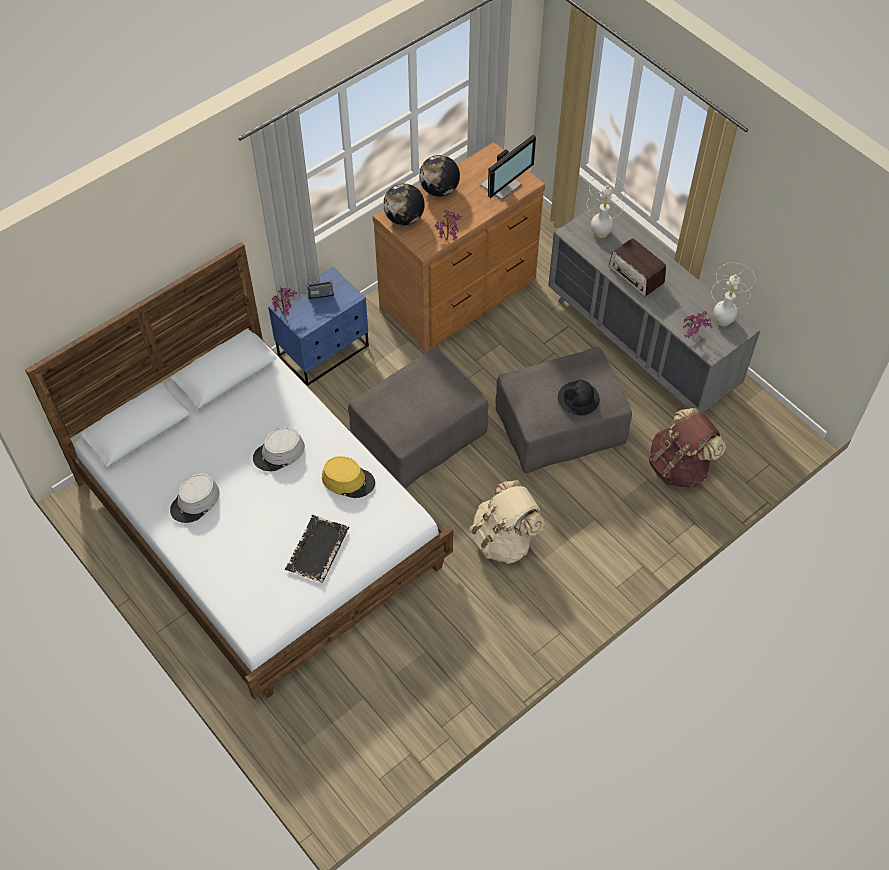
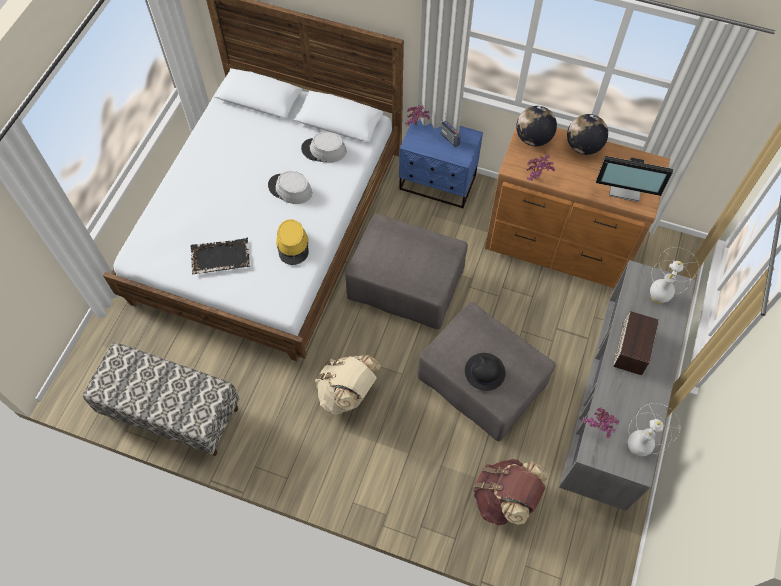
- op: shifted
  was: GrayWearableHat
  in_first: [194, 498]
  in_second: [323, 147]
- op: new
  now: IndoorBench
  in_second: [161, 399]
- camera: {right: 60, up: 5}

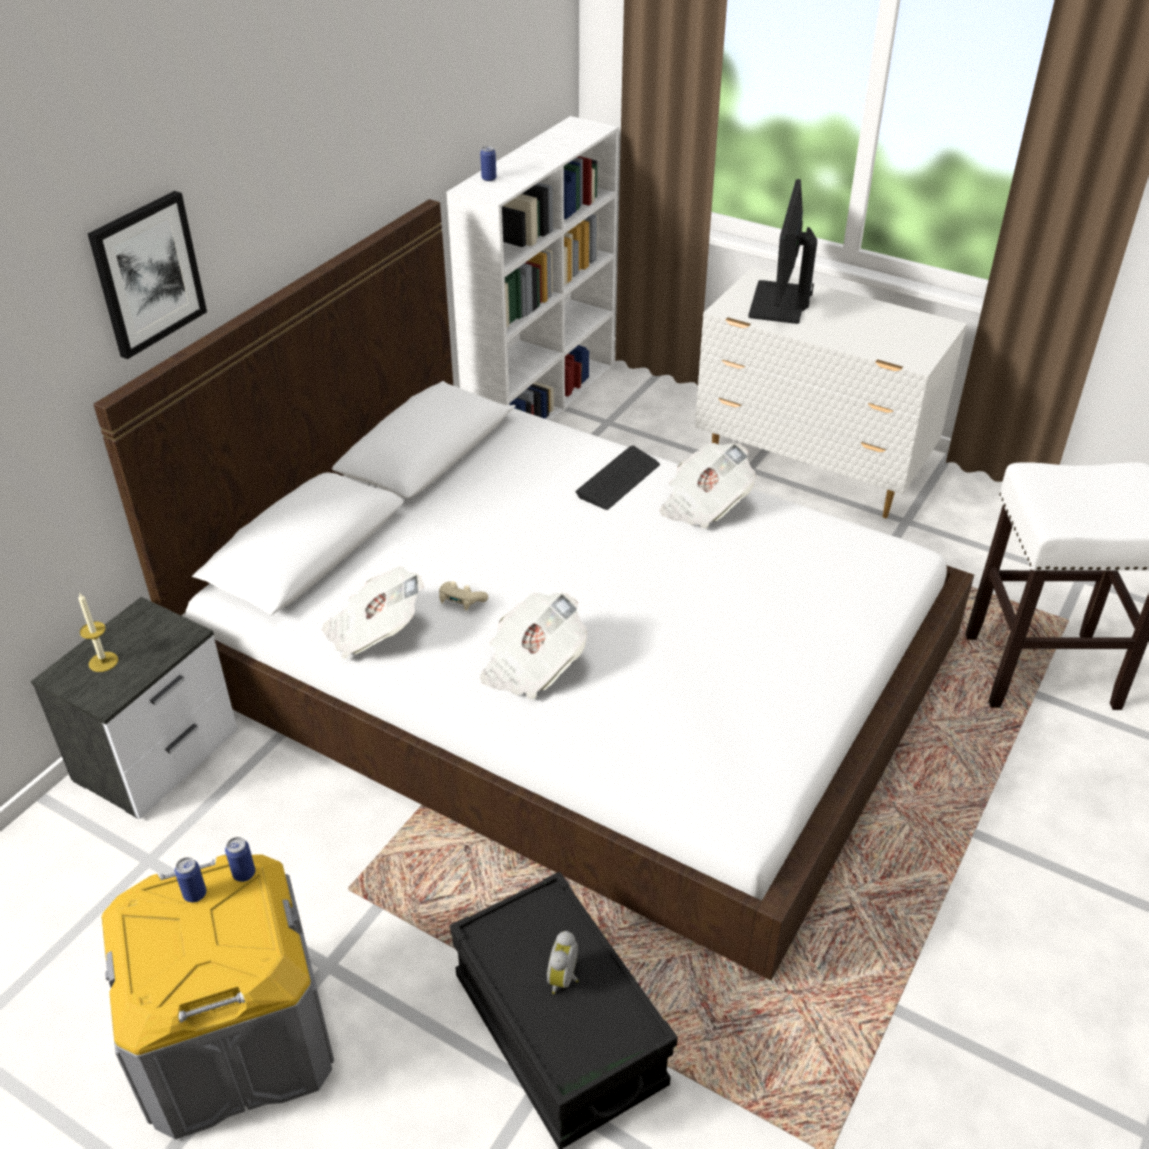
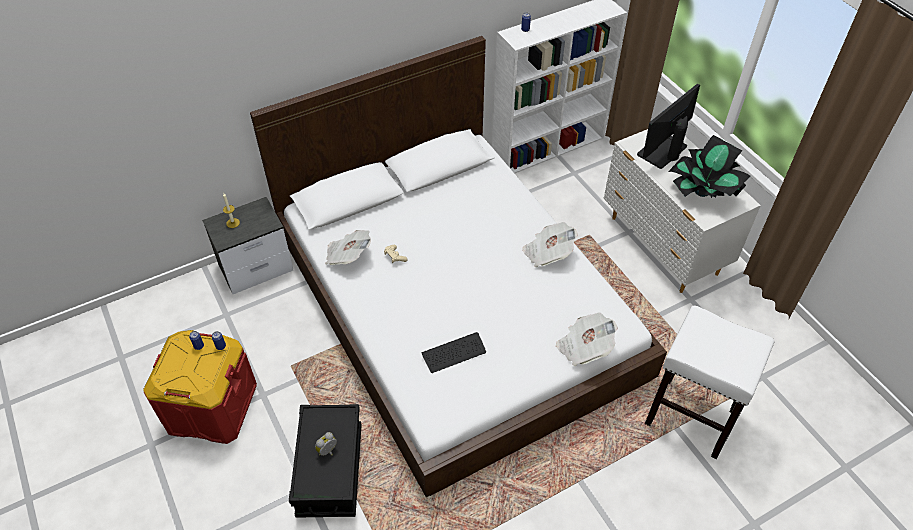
- op: gone
  was: WallArt
  in_first: [147, 275]
- op: repainted
  was: GrayStorageBin
  now: RedColouredStorageBin
  in_first: [218, 997]
  in_second: [200, 387]
- op: shifted
  was: DailyPaper
  in_first: [533, 645]
  in_second: [587, 339]
- op: shifted
  was: PcKeyboard
  in_first: [617, 478]
  in_second: [454, 352]
- op: new
  now: PottedPlant
  in_second: [709, 166]
- camera: {right: 30, up: 10}

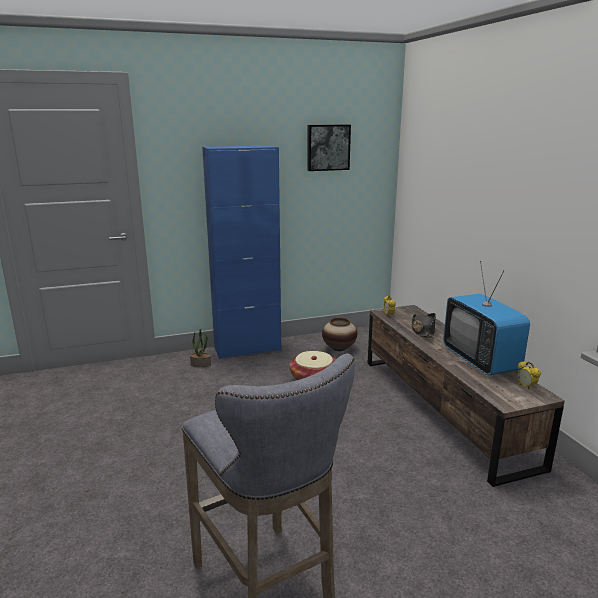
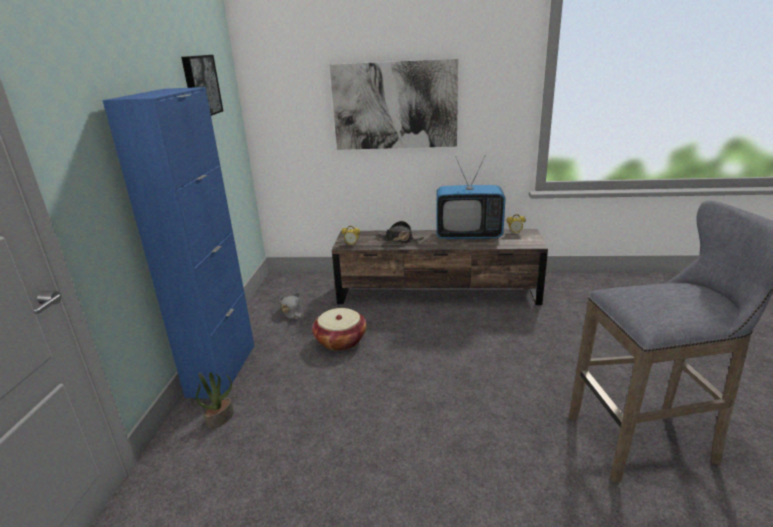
- op: swapped
  was: FlowerVase
  now: GrayWearableHat
  in_first: [339, 334]
  in_second: [290, 306]
- op: new
  now: WallArt
  in_second: [394, 104]
- camera: {right: -65, up: 5}

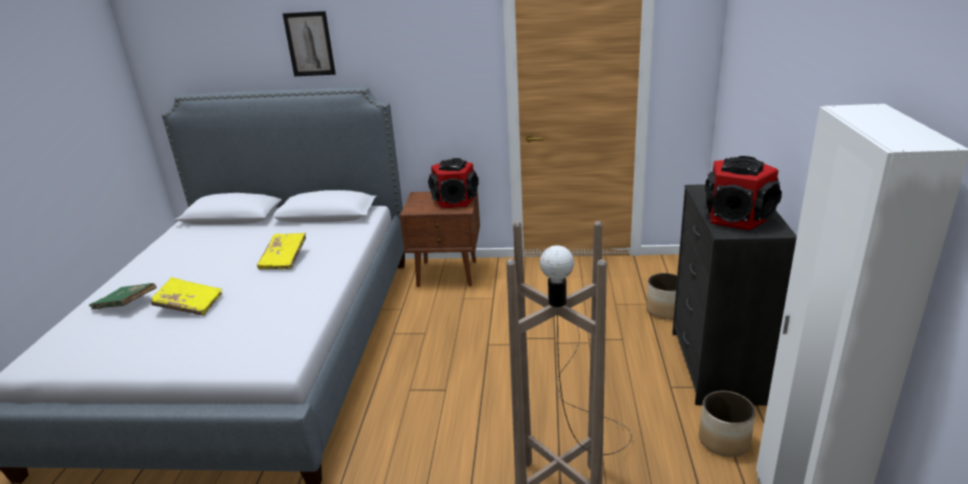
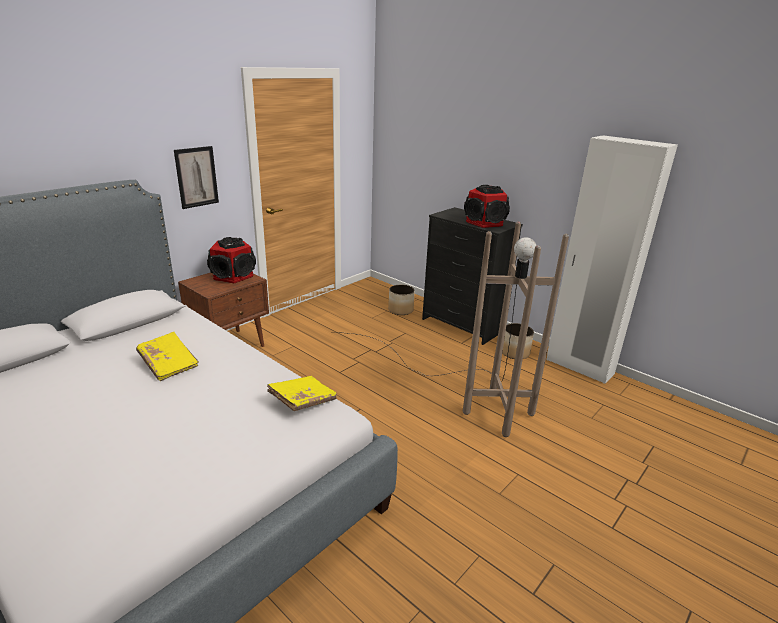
- op: gone
  was: GreenBoundBook
  in_first: [123, 296]
- op: shifted
  was: YellowishBoundBook
  in_first: [186, 296]
  in_second: [302, 393]
- op: shifted
  was: WallArt
  in_first: [309, 43]
  in_second: [196, 177]
- camera: {right: -55, up: 0}

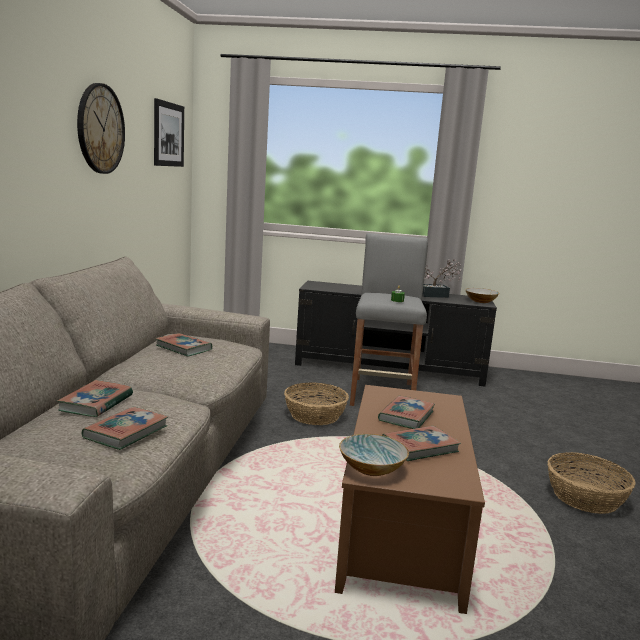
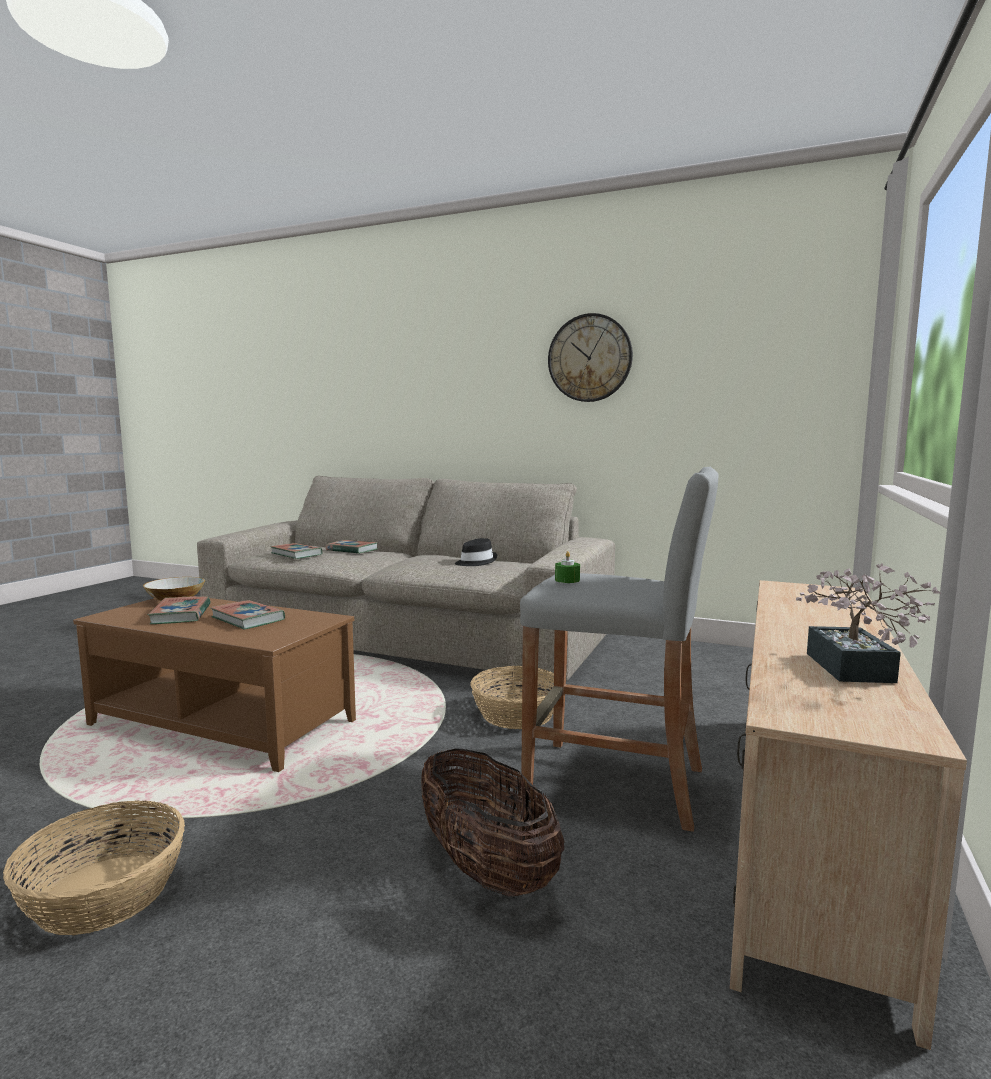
- op: gone
  was: WallArt
  in_first: [169, 132]
- op: swapped
  was: BoundBook
  now: BlackColouredWearableHat
  in_first: [183, 344]
  in_second: [476, 552]
- op: repainted
  was: BlackColouredTvStand
  now: BeigeTvStand
  in_first: [396, 334]
  in_second: [848, 815]
- op: gone
  was: ServingBowl
  in_first: [482, 295]
- op: new
  now: StorageBasket
  in_second: [493, 822]
- camera: {right: 105, up: -5}

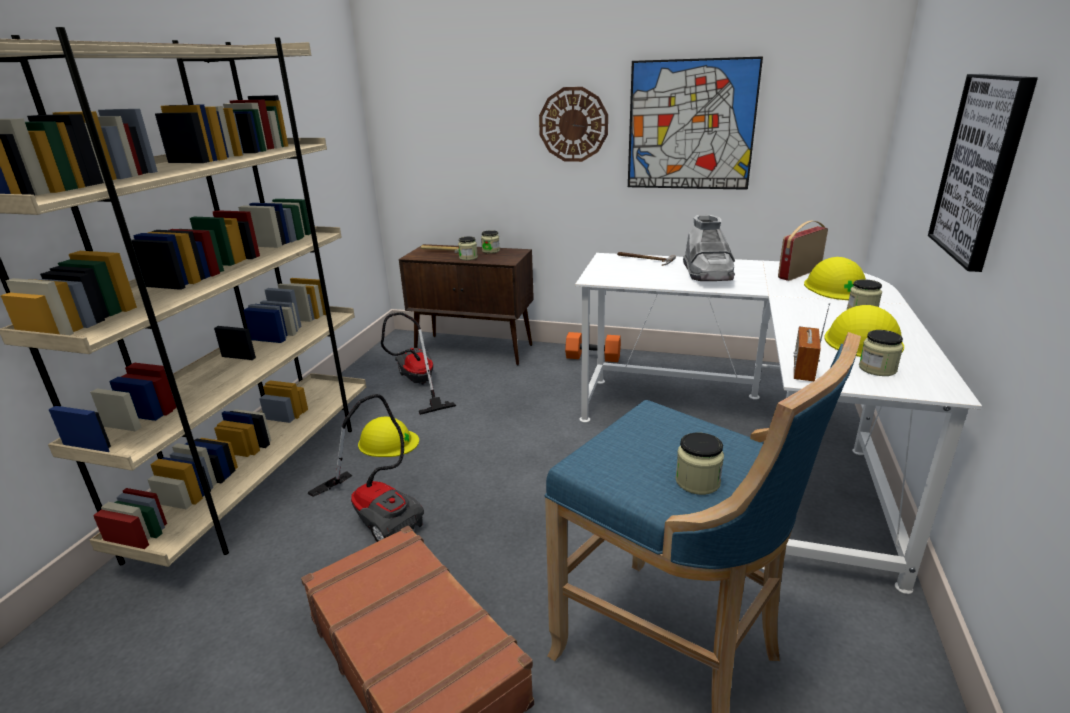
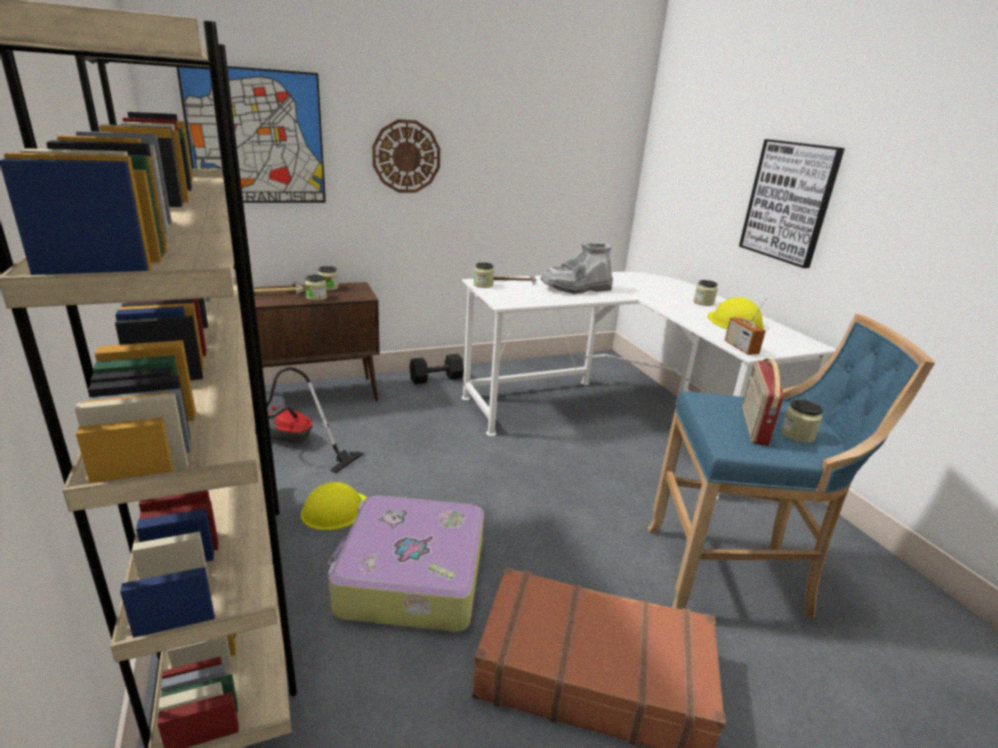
- op: swapped
  was: Vacuum
  now: TravelCase
  in_first: [366, 468]
  in_second: [406, 563]
- op: repainted
  was: OrangeDumbbell
  now: BlackColouredDumbbell
  in_first: [593, 347]
  in_second: [436, 369]
- op: shifted
  was: WallArt
  in_first: [695, 123]
  in_second: [251, 134]
- op: rotated
  was: GrayBoot
  in_first: [709, 248]
  in_second: [576, 268]
  clockwise: 105
- op: shifted
  was: Radio
  in_first: [803, 251]
  in_second: [763, 402]
- op: gone
  was: YellowishHardHat
  in_first: [835, 278]
- op: shifted
  was: PreserveJar
  in_first: [881, 353]
  in_second: [484, 275]
- camera: {right: -40, up: 0}

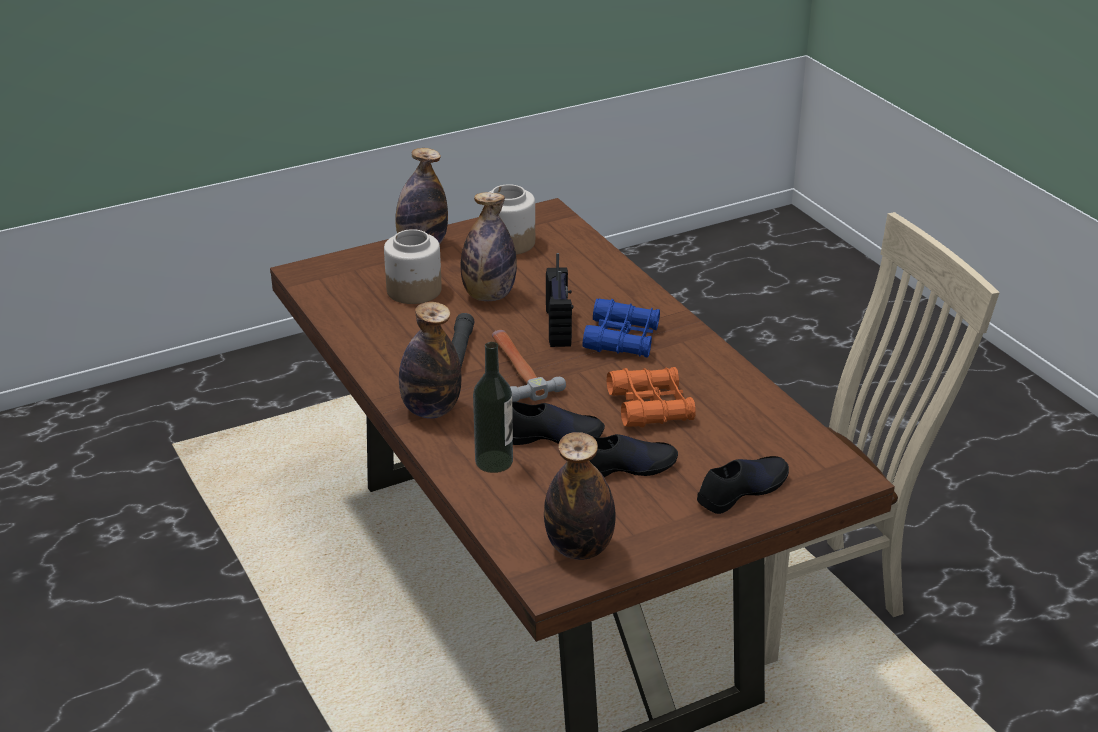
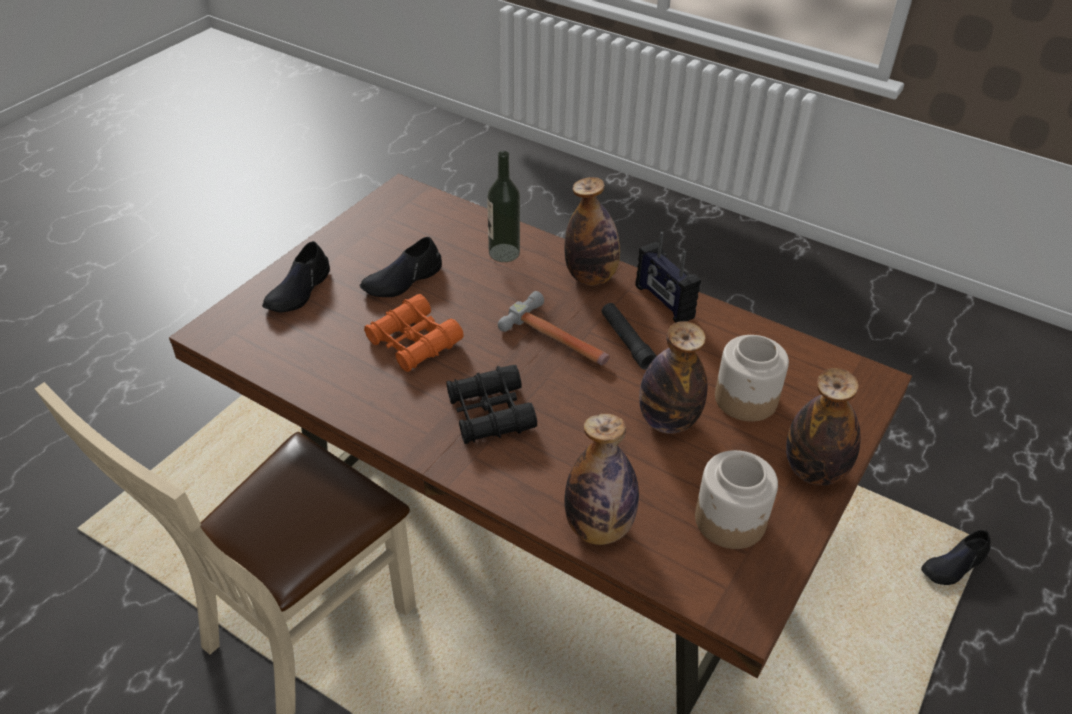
- op: shifted
  was: BlackColouredItemOfFootwear
  in_first: [558, 423]
  in_second: [956, 557]
- op: shifted
  was: BeverageBottle
  in_first: [580, 496]
  in_second: [601, 479]
- op: shifted
  was: Radio
  in_first: [560, 300]
  in_second: [668, 277]
- op: repainted
  was: BlueColouredFieldGlasses
  now: BlackColouredFieldGlasses
  in_first: [621, 328]
  in_second: [491, 404]
- camera: {right: 150, up: 10}

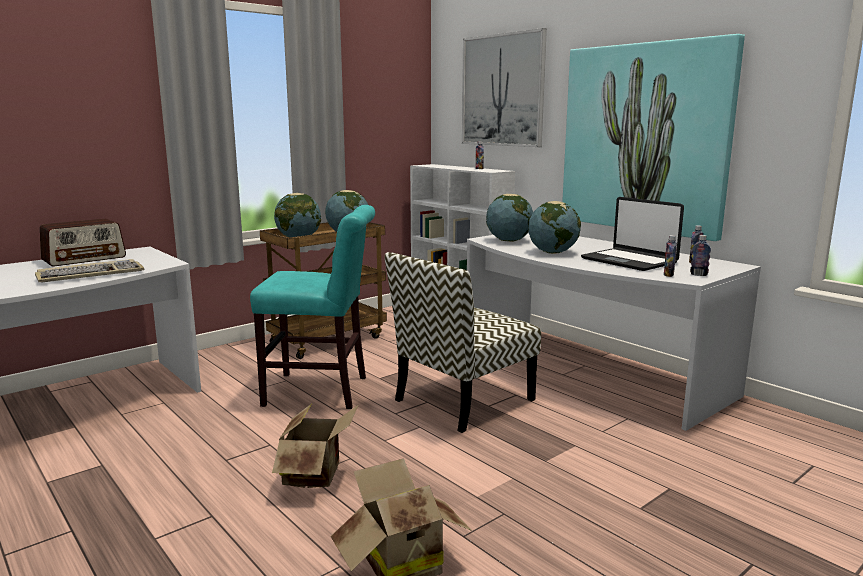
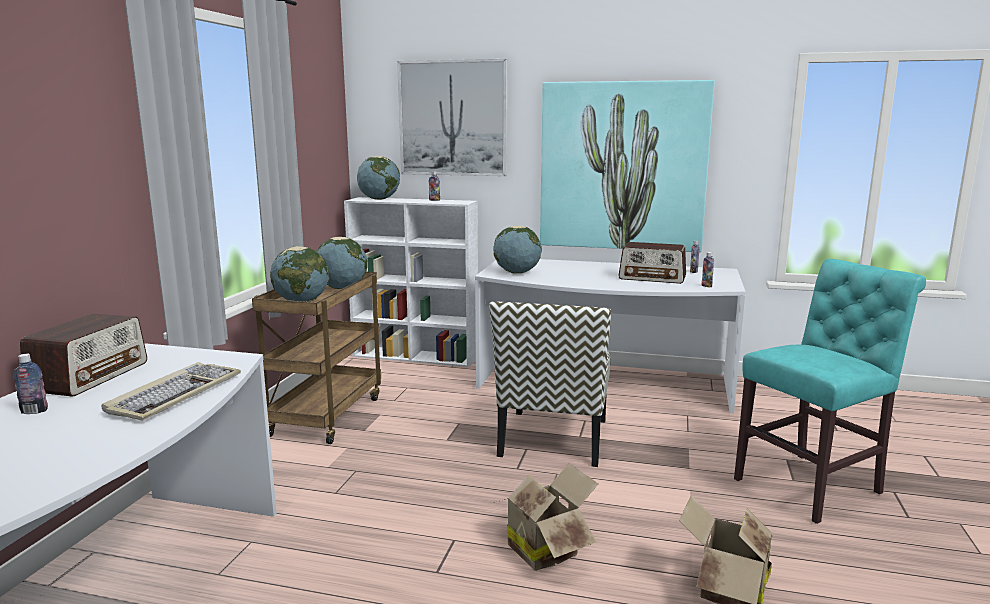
- op: shifted
  was: TurquoiseColouredUprightChair
  in_first: [312, 307]
  in_second: [830, 391]
- op: shifted
  was: WorldGlobe
  in_first: [554, 227]
  in_second: [378, 178]
- op: swapped
  was: NotebookComputer
  now: Radio
  in_first: [632, 234]
  in_second: [652, 263]
- op: shifted
  was: BeverageBottle
  in_first: [700, 255]
  in_second: [30, 384]
- camera: {right: -35, up: 0}

